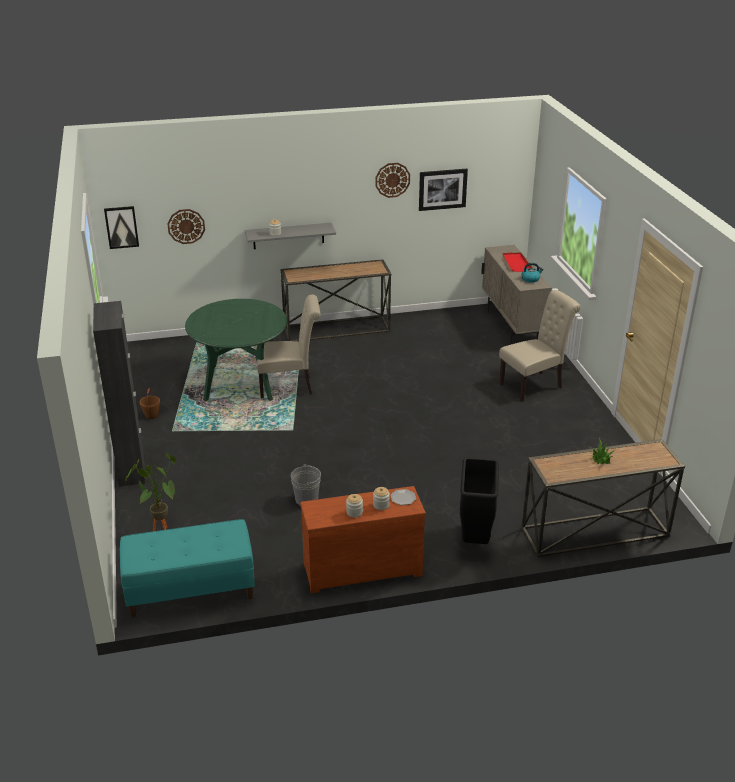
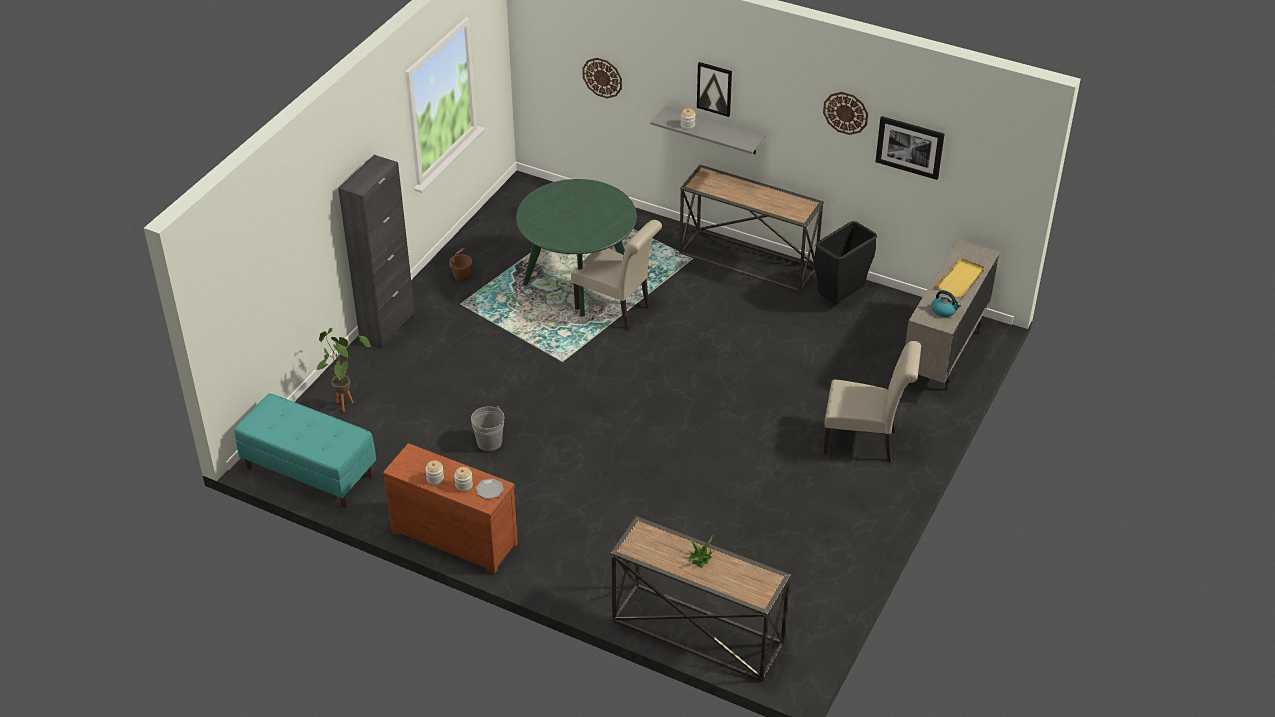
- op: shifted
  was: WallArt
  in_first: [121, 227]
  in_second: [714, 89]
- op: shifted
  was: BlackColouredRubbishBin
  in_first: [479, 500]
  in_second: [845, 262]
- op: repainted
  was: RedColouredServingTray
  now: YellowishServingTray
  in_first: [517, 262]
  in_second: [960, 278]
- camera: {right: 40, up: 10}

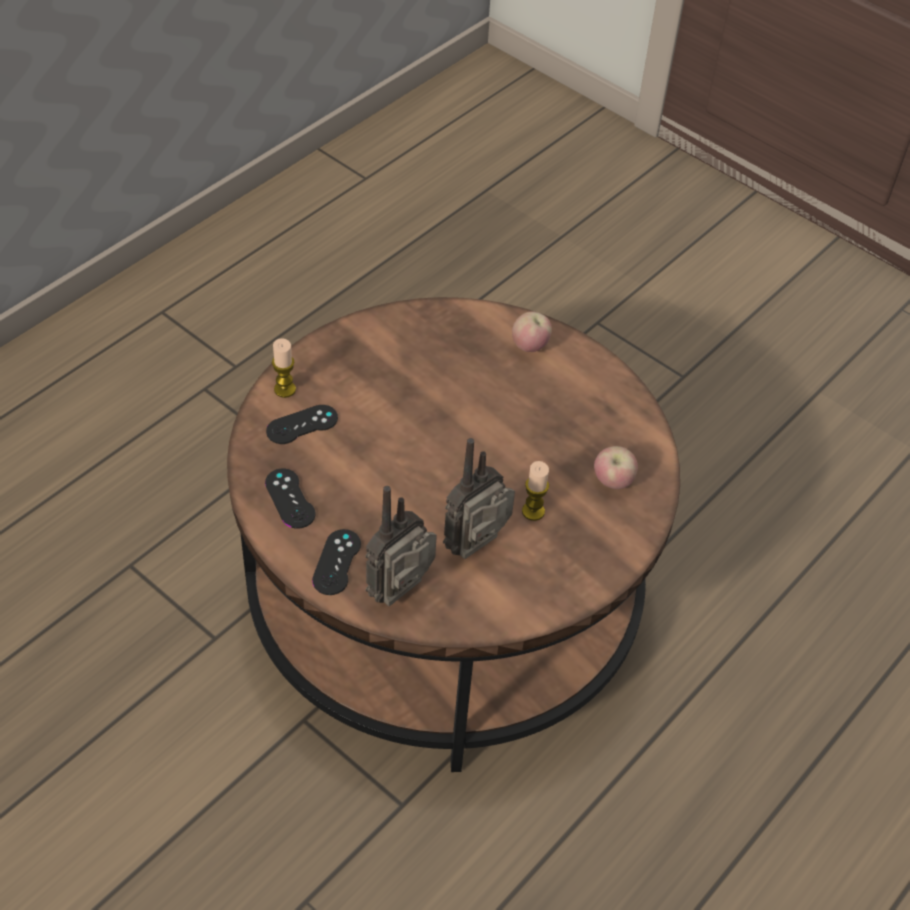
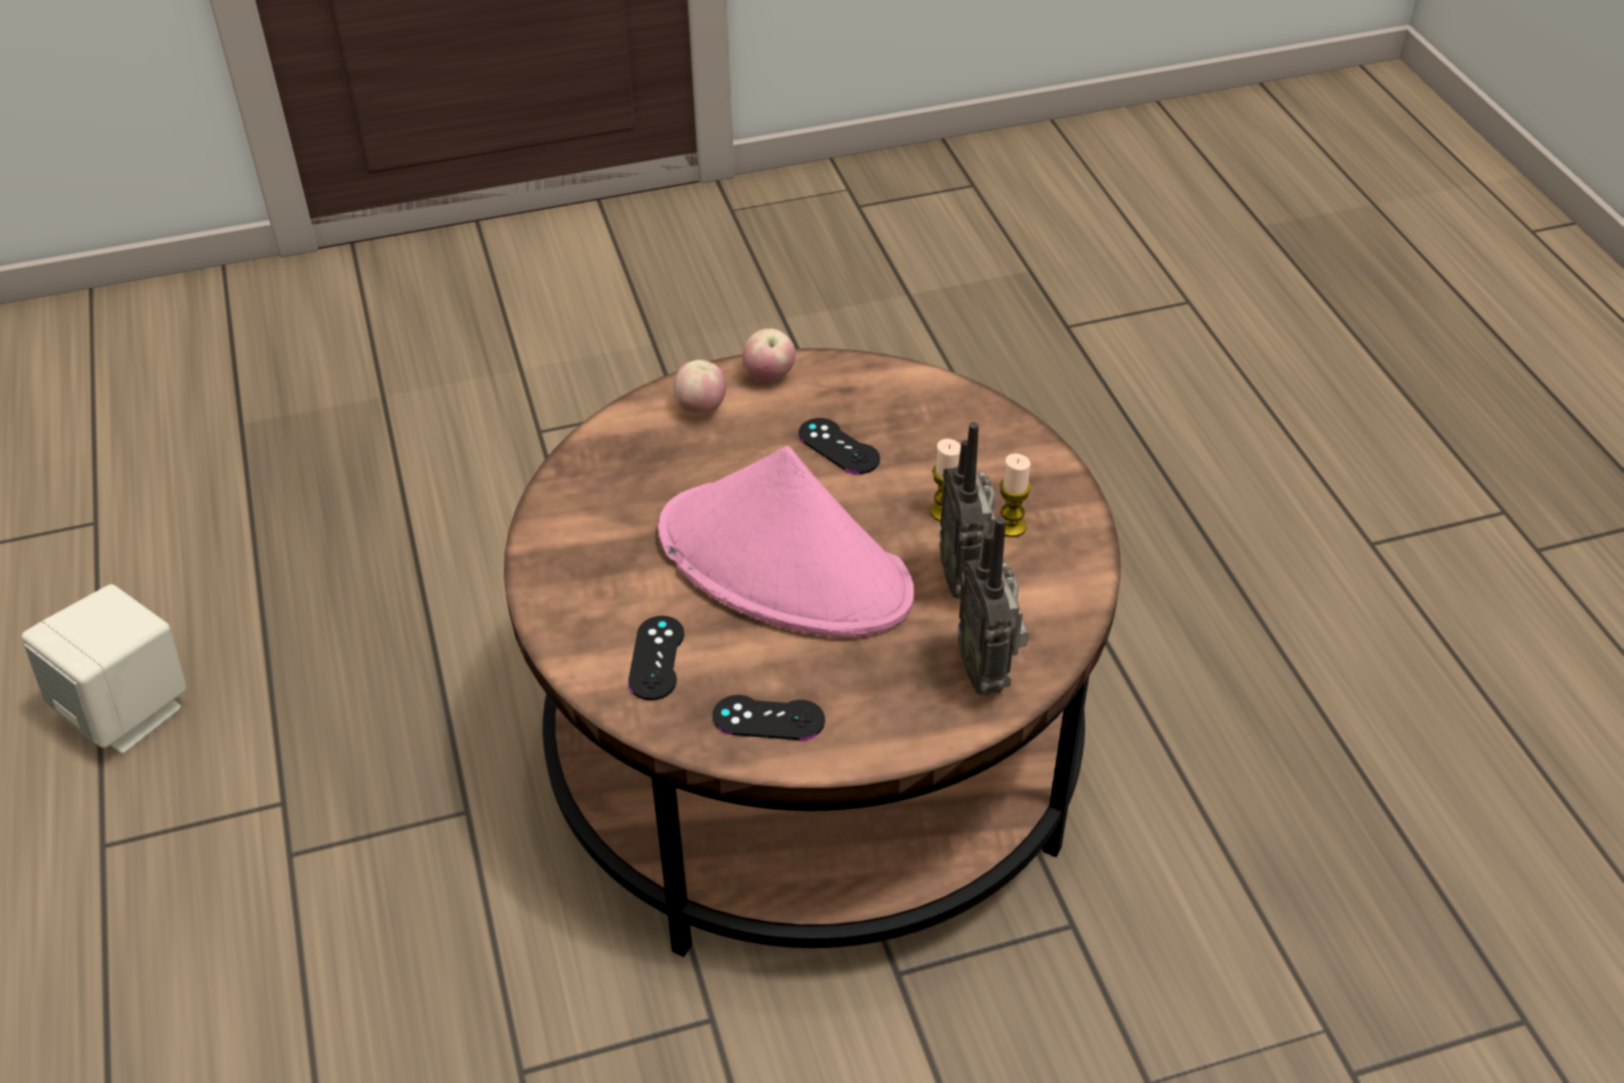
- op: shifted
  was: Candle
  in_first: [284, 368]
  in_second: [1015, 495]
- op: shifted
  was: BlackColouredJoypad
  in_first: [336, 562]
  in_second: [839, 446]
- op: shifted
  was: AppleFruit
  in_first: [616, 467]
  in_second: [769, 355]
- op: new
  now: BeigeAudioSpeaker
  in_second: [104, 669]
- op: new
  now: PinkColouredWearableHat
  in_second: [786, 542]
- camera: {right: -55, up: -5}

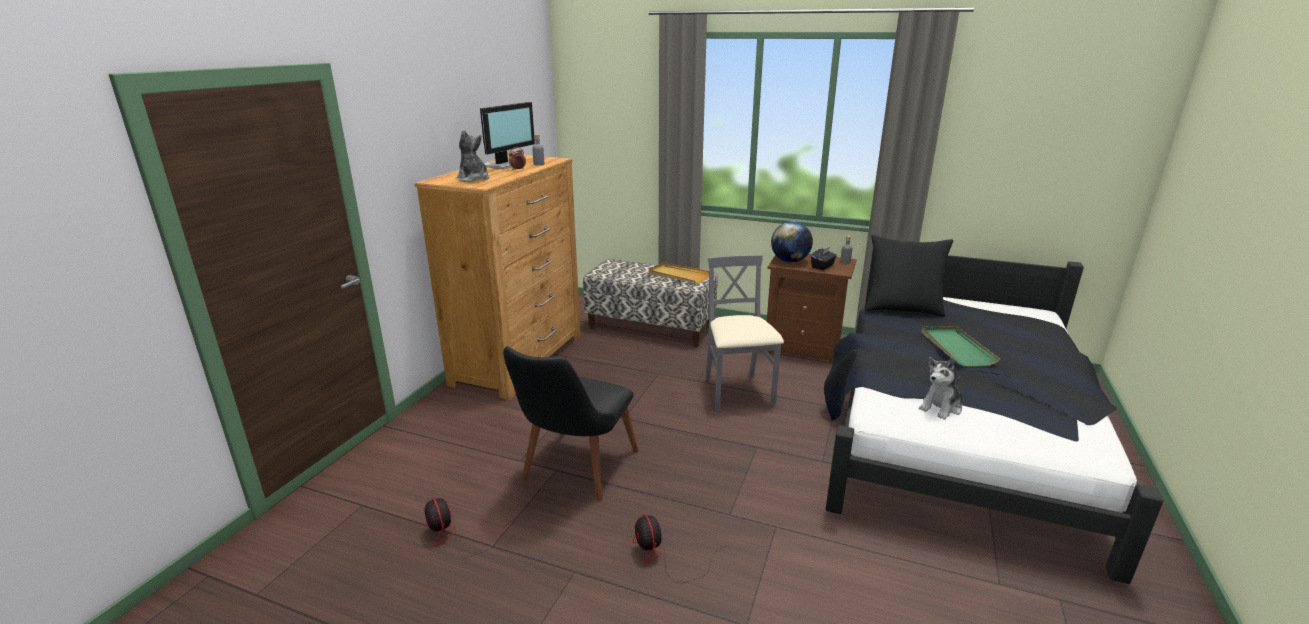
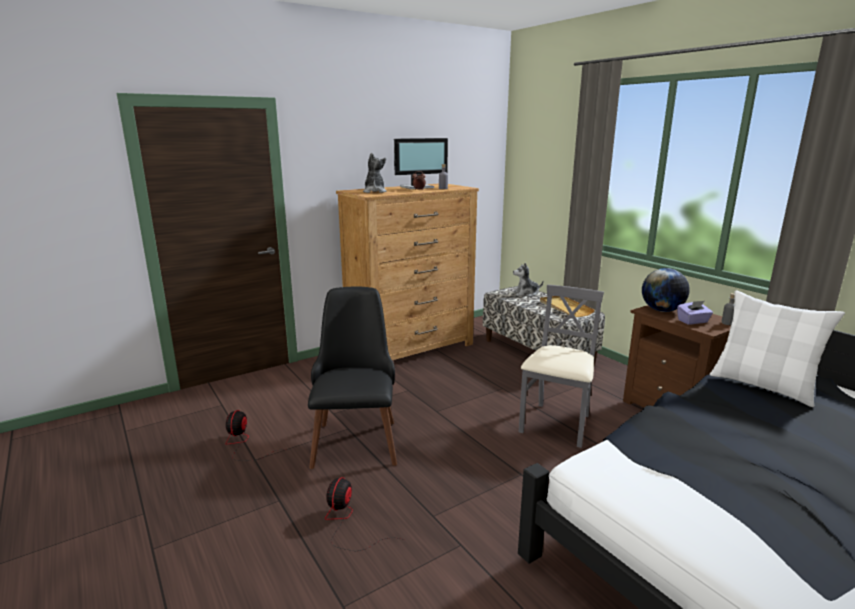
- op: rotated
  was: BlackColouredUprightChair
  in_first: [571, 424]
  in_second: [352, 378]
  clockwise: 120
- op: repainted
  was: BlackColouredTissueBox
  now: PurpleColouredTissueBox
  in_first: [824, 258]
  in_second: [695, 313]
- op: repainted
  was: BlackColouredCushion
  now: WhiteCushion
  in_first: [908, 276]
  in_second: [777, 348]
- op: shifted
  was: PlushToy
  in_first: [940, 388]
  in_second: [528, 280]
- op: gone
  was: GreenServingTray
  in_first: [961, 346]
- camera: {right: 35, up: -5}

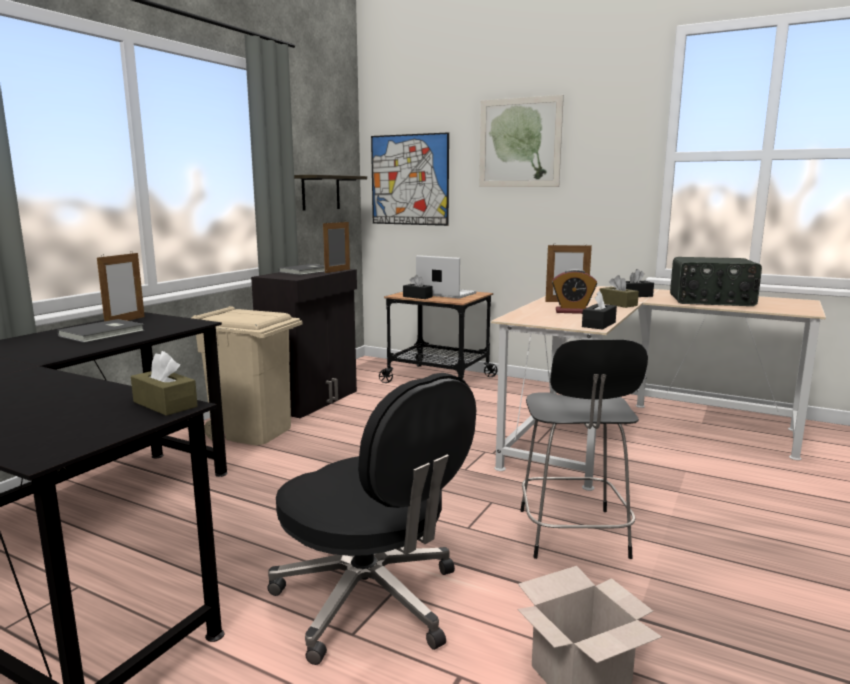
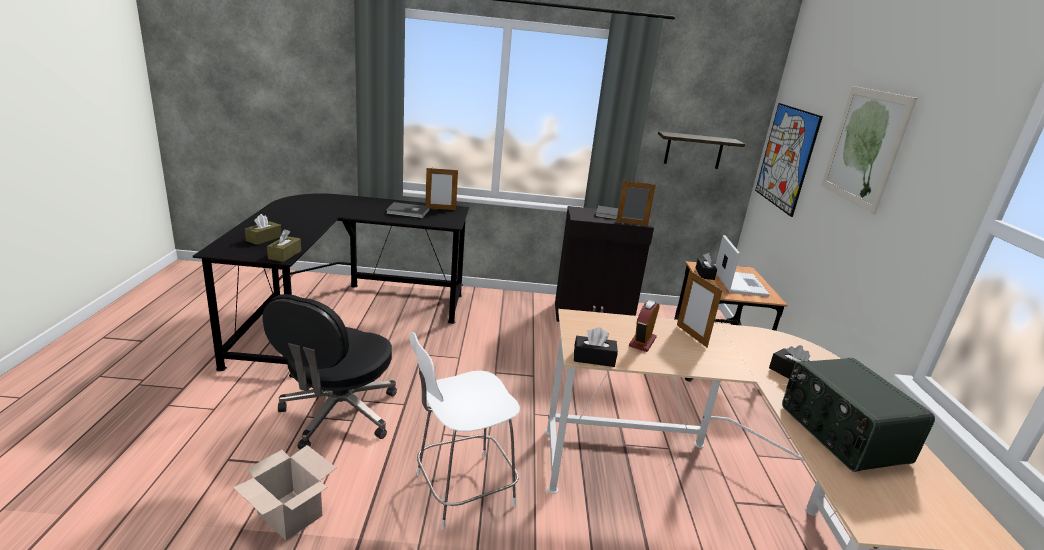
- op: gone
  was: BeigeRubbishBin
  in_first: [246, 375]
- op: repainted
  was: BlackColouredUprightChair
  now: WhiteUprightChair
  in_first: [584, 449]
  in_second: [465, 431]
- op: rotated
  was: TableClock
  in_first: [574, 291]
  in_second: [644, 326]
  clockwise: 45
- op: shifted
  was: BrownColouredTissueBox
  in_first: [619, 291]
  in_second: [263, 229]
- camera: {right: 60, up: 10}

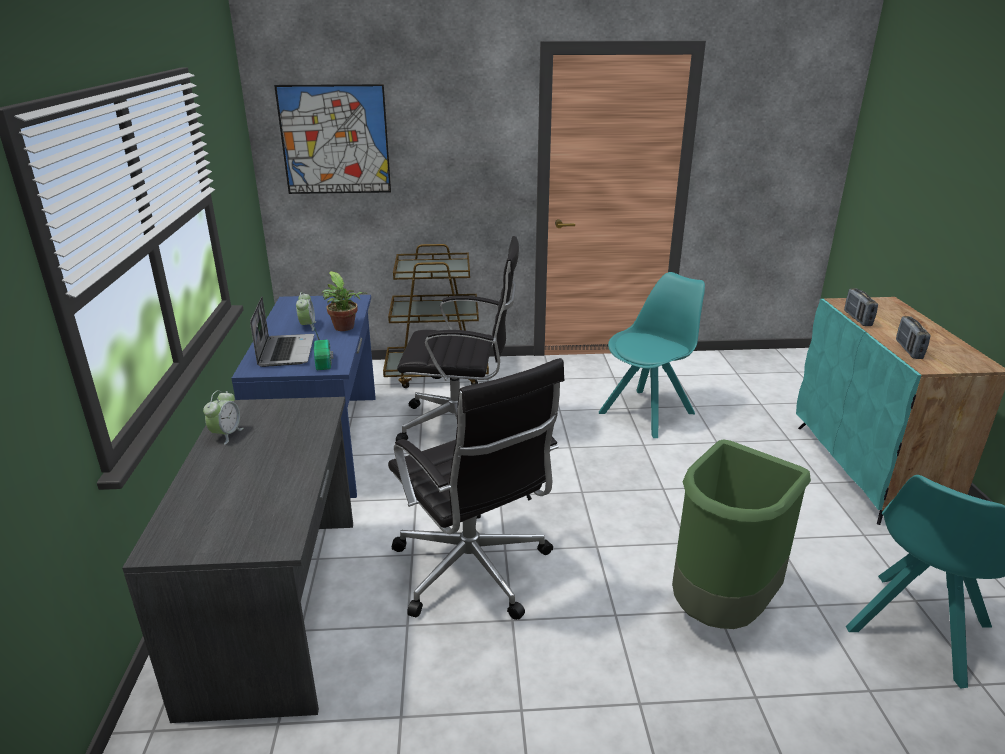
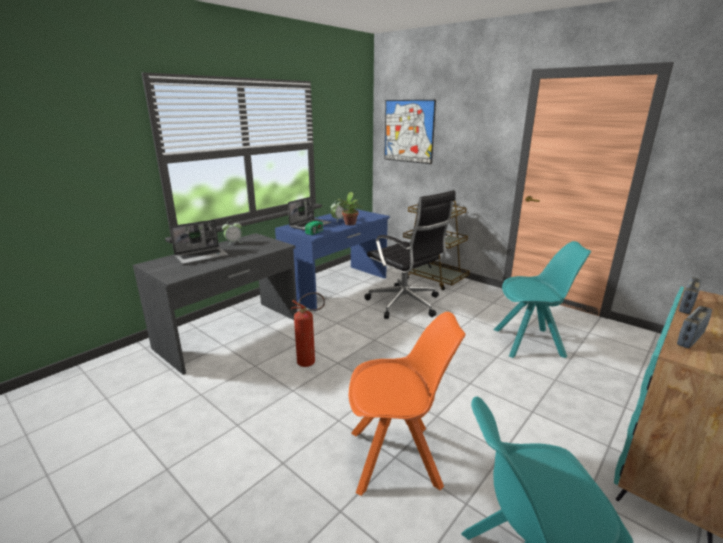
- op: swapped
  was: BlackColouredDeskChair
  now: FireFightingCylinder
  in_first: [476, 489]
  in_second: [308, 329]
- op: swapped
  was: GreenRubbishBin
  now: OrangeUprightChair
  in_first: [741, 534]
  in_second: [407, 404]
- op: new
  now: NotebookComputer
  in_second: [199, 242]
- camera: {right: 45, up: -5}

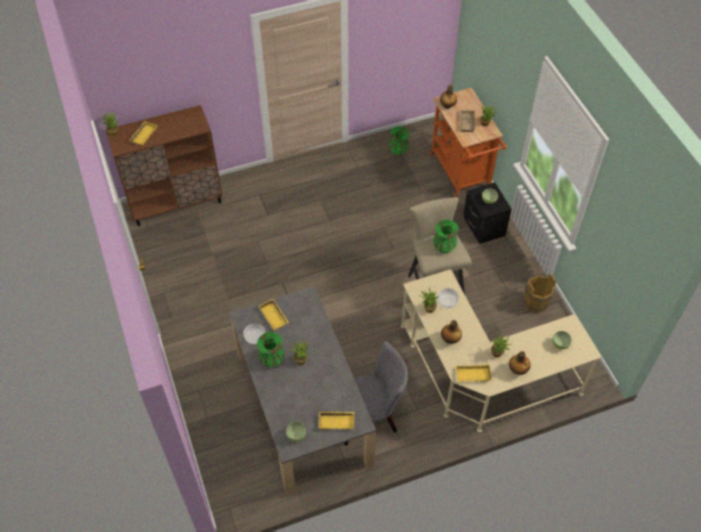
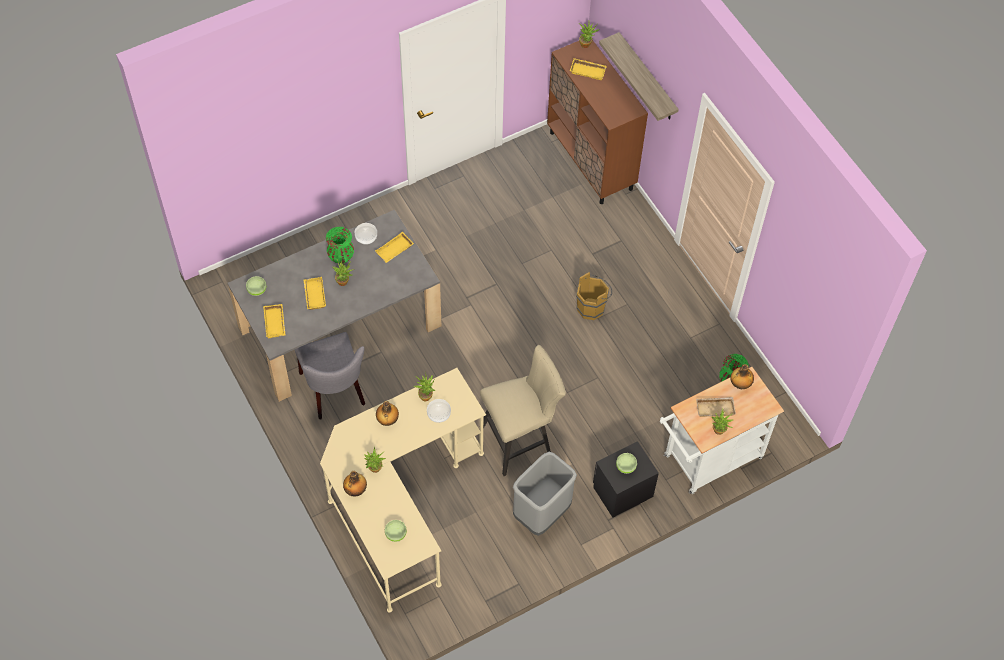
- op: repainted
  was: OrangeCart
  now: WhiteCart
  in_first: [468, 142]
  in_second: [722, 430]
- op: gone
  was: GreenFlowerVase
  in_first: [446, 236]
- op: shifted
  was: YellowishServingTray
  in_first: [474, 373]
  in_second: [314, 293]
- op: shifted
  was: BrownColouredWaterBucket
  in_first: [540, 293]
  in_second: [594, 296]
- op: new
  now: GrayRubbishBin
  in_second: [545, 494]
- op: new
  now: Shelf
  in_second: [639, 76]
- camera: {right: 80, up: 5}

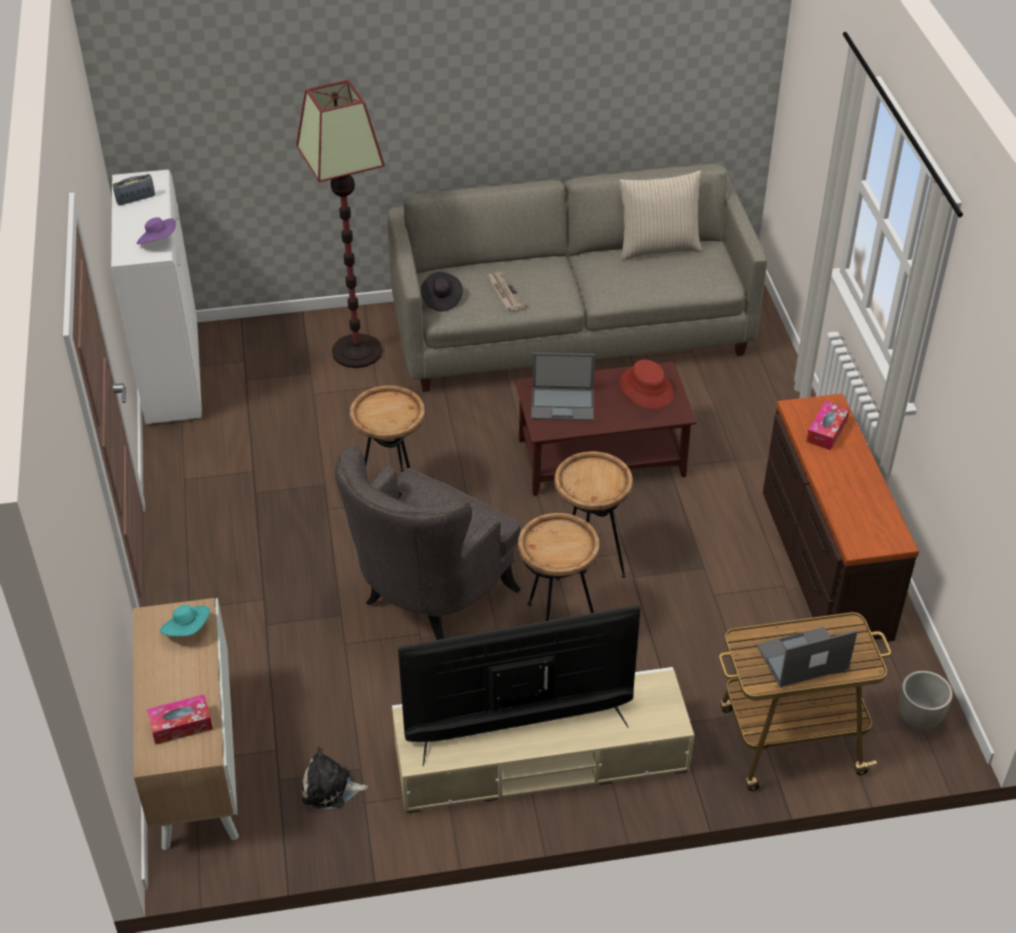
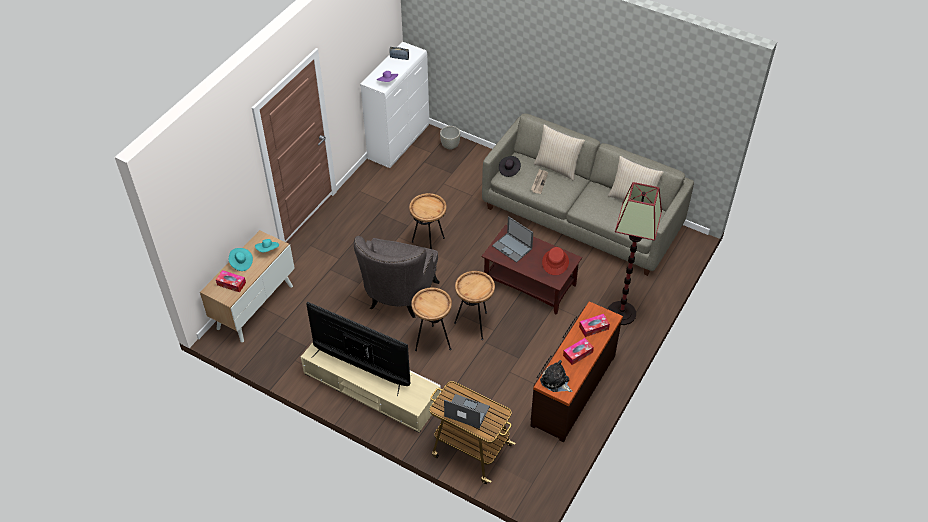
- op: shifted
  was: StandardLamp
  in_first: [340, 224]
  in_second: [635, 253]
- op: shifted
  was: PlushToy
  in_first: [335, 777]
  in_second: [556, 376]
- op: rotated
  was: GrayArmchair
  in_first: [428, 543]
  in_second: [397, 277]
  clockwise: -60
- op: shifted
  was: GrayFlowerPot
  in_first: [926, 700]
  in_second: [450, 138]
- op: new
  now: TurquoiseColouredWearableHat
  in_second: [241, 259]
- op: new
  now: BeigeCushion
  in_second: [559, 153]
- op: new
  now: TissueBox
  in_second: [578, 351]
- camera: {right: 40, up: 5}

